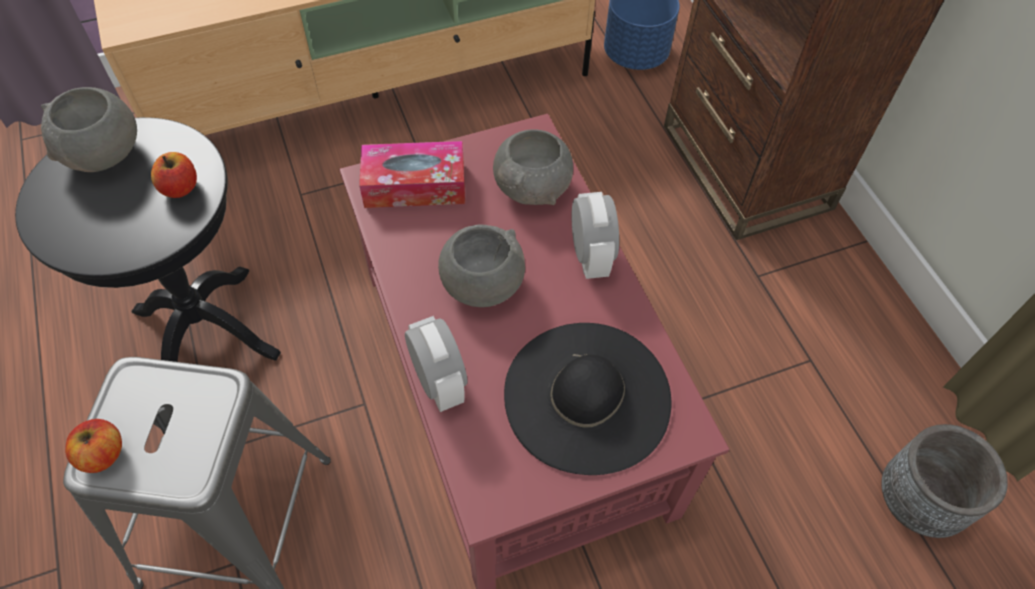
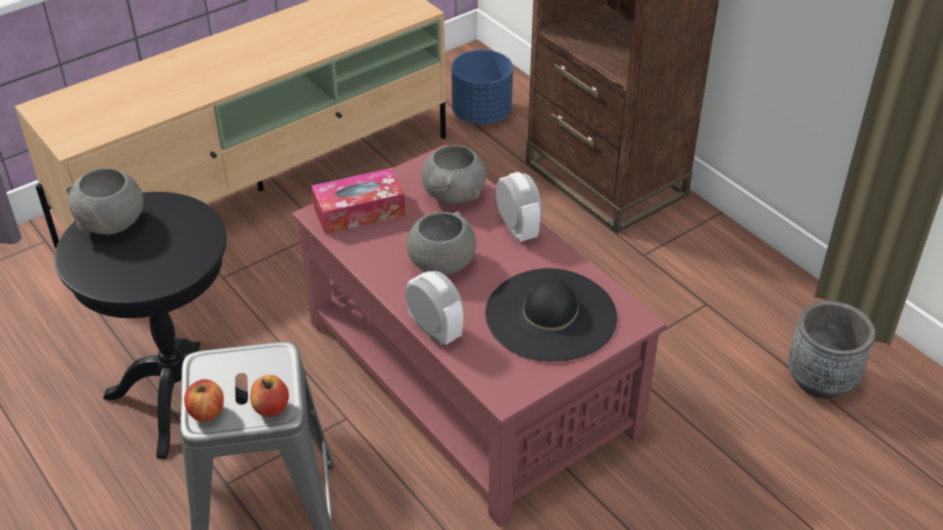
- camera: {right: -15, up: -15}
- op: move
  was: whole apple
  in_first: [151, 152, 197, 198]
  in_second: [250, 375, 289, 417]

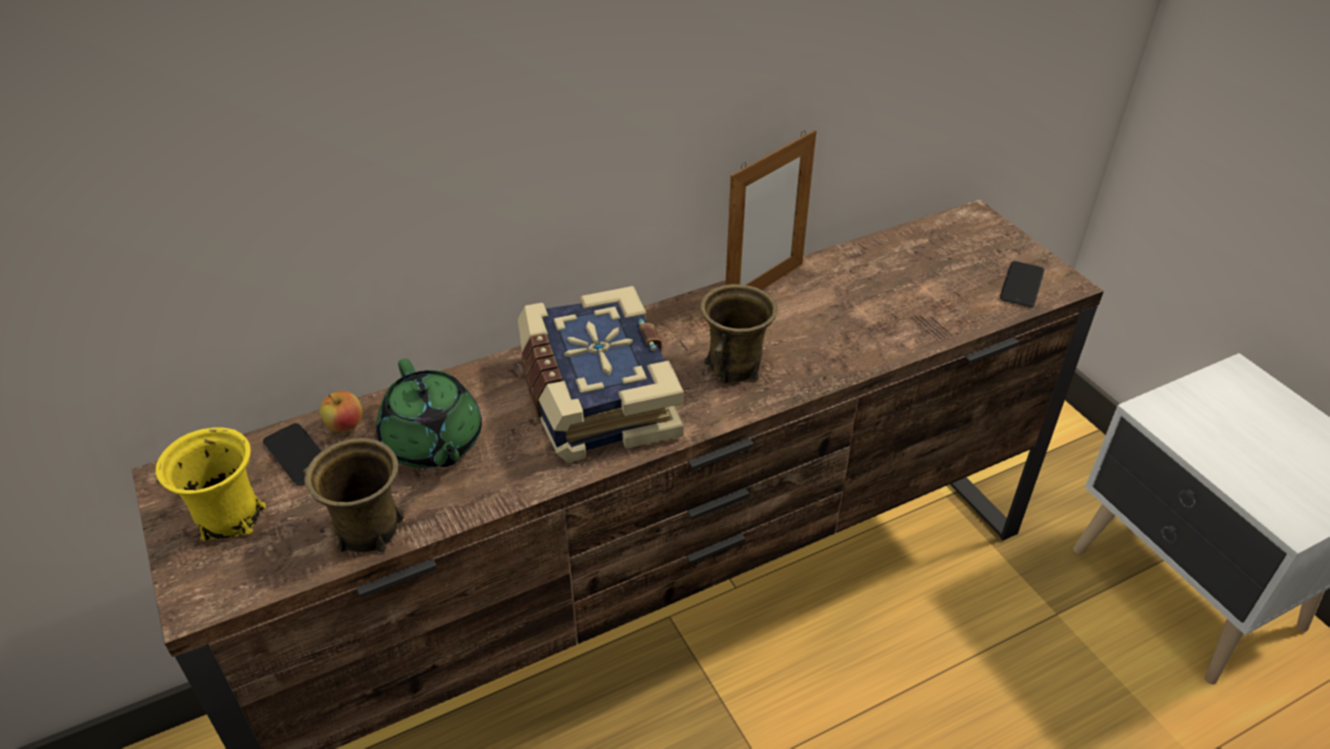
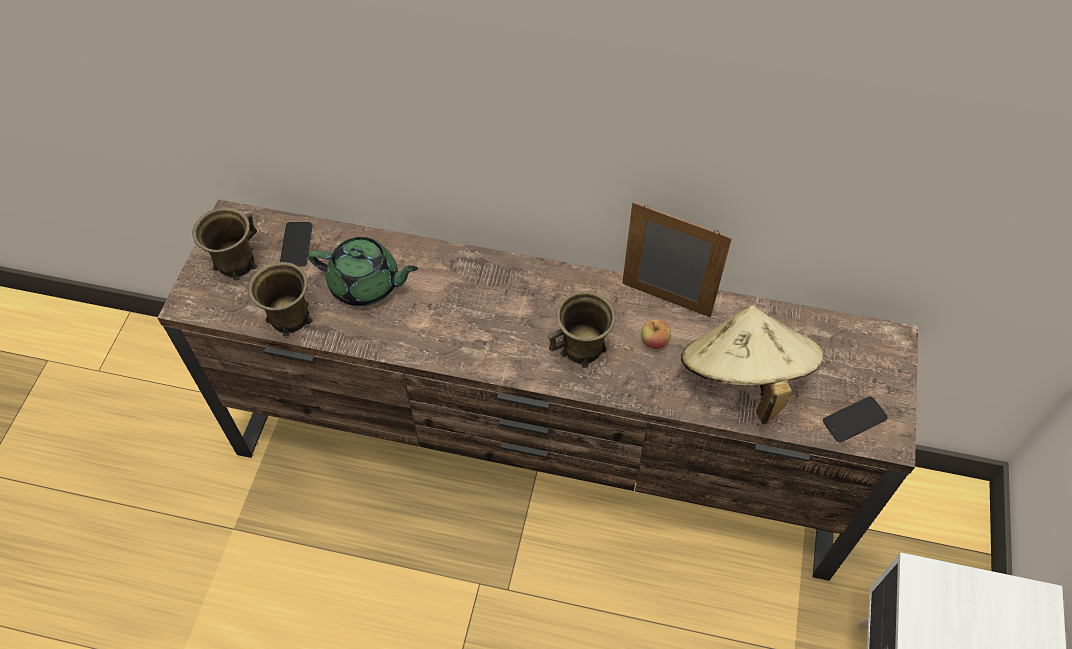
- camera: {right: 40, up: 15}
- op: rotate
  was: standing frame
  in_first: [725, 130, 817, 290]
  in_second: [622, 202, 732, 318]
  clockwise: -150
- op: delete
  was: volume
  in_first: [518, 286, 684, 463]
- op: rotate
  was: green pot for tea
  in_first: [376, 359, 482, 468]
  in_second: [308, 237, 418, 306]
  clockwise: -90
- op: move
  was: whole apple
  in_first: [320, 391, 362, 432]
  in_second: [642, 319, 671, 349]
- op: recolor
  was: yellow coffee mug
  now: brown coffee mug
  in_first: [156, 427, 266, 541]
  in_second: [193, 207, 257, 281]
- op: insert
  now: beige hat
  in_second: [681, 305, 823, 424]

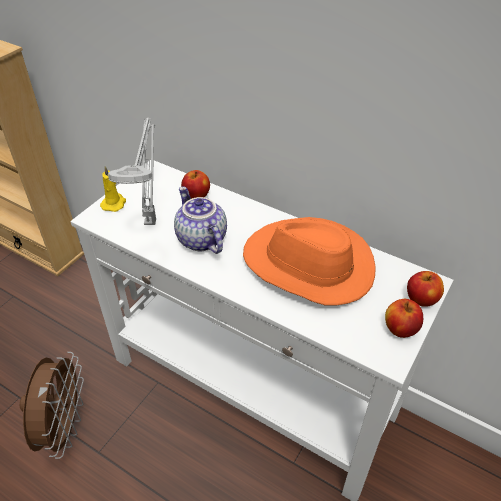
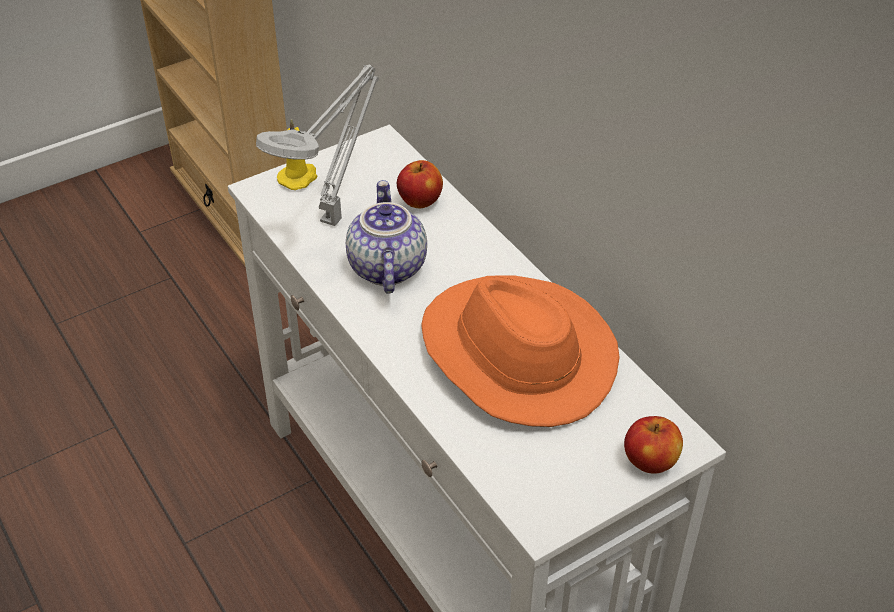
- camera: {right: 25, up: 0}
- op: delete
  was: whole apple
  in_first: [385, 299, 423, 338]
- op: delete
  was: brown fan
  in_first: [20, 352, 84, 459]

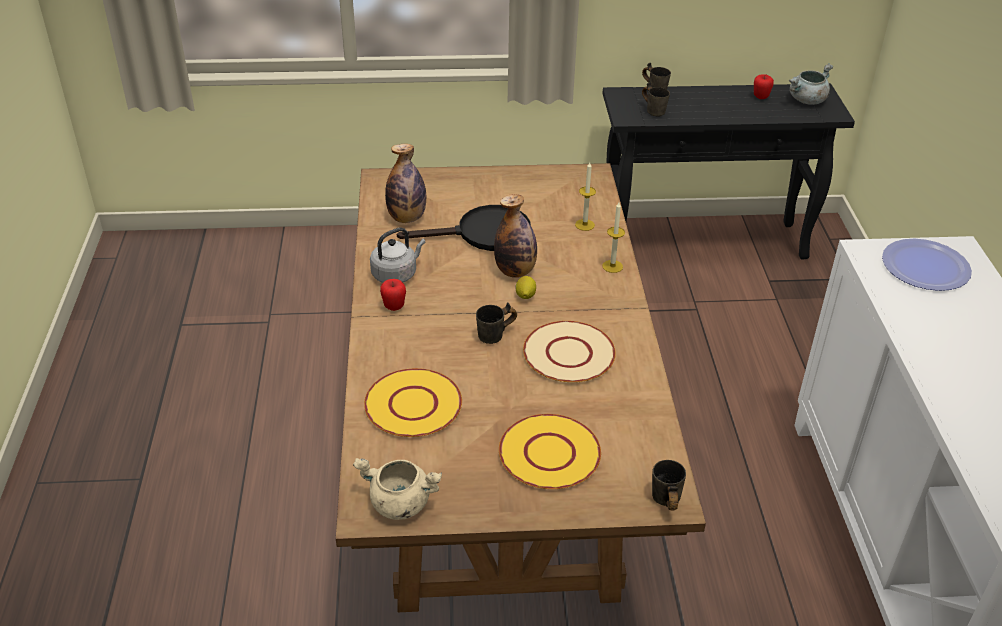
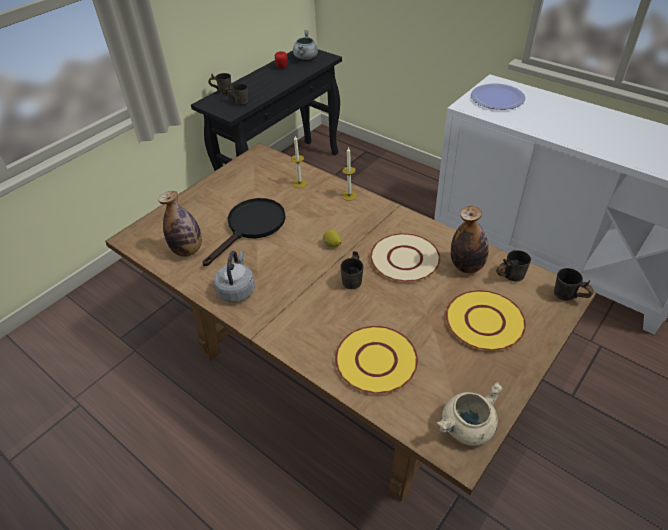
- camera: {right: -45, up: 5}
- op: move
  was: beverage bottle
  in_first: [494, 194, 537, 278]
  in_second: [451, 206, 489, 273]
- op: delete
  was: whole apple
  in_first: [380, 279, 406, 311]
- op: insert
  now: gray coffee mug
  in_second: [496, 250, 531, 282]

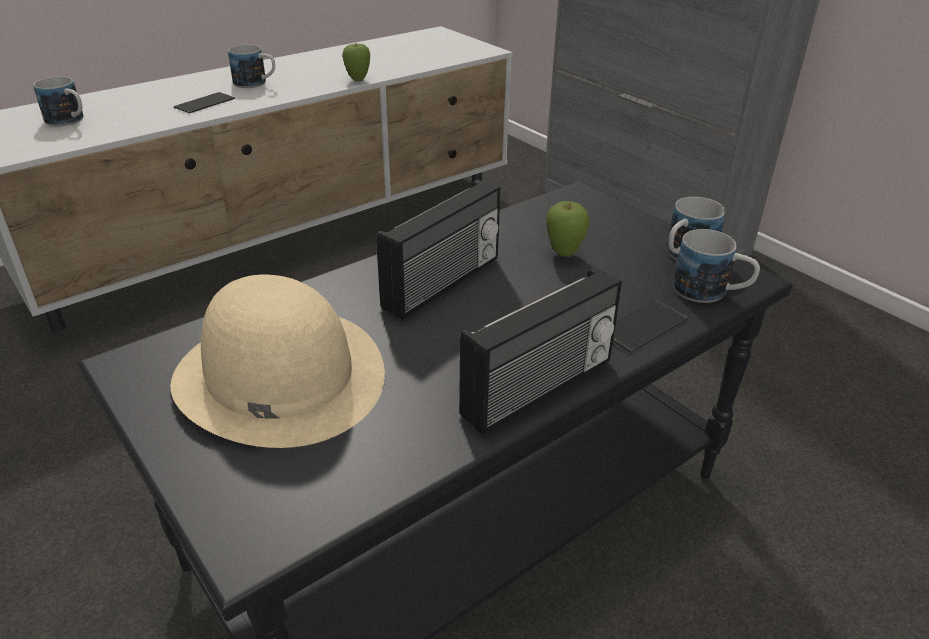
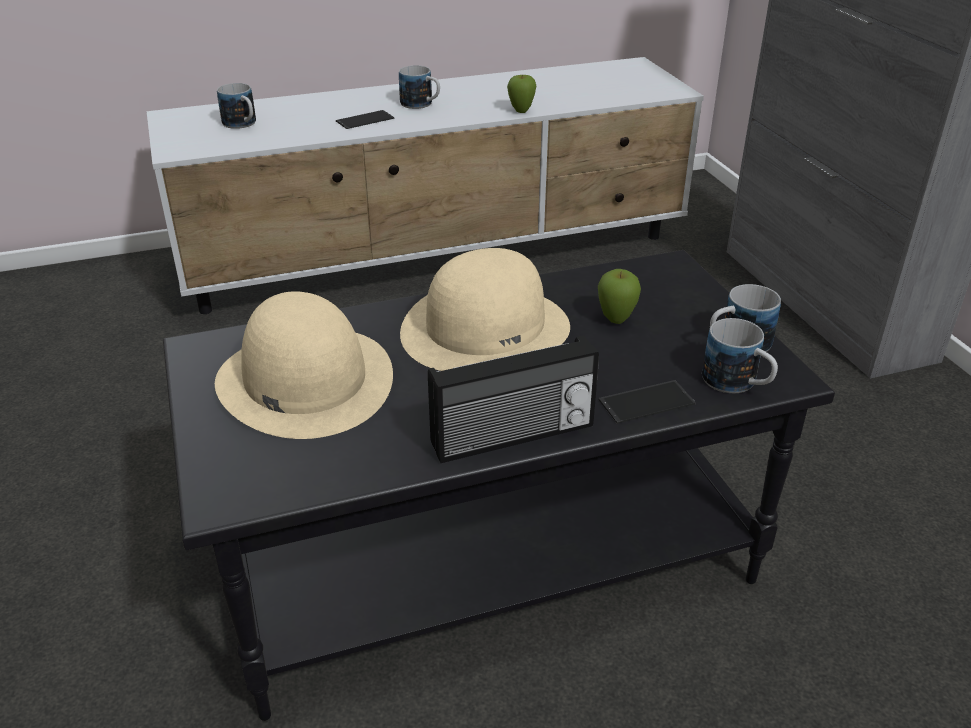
- camera: {right: 20, up: 0}
- op: replace
  was: radio receiver
  now: beige hat
  in_first: [376, 179, 501, 320]
  in_second: [400, 248, 570, 371]

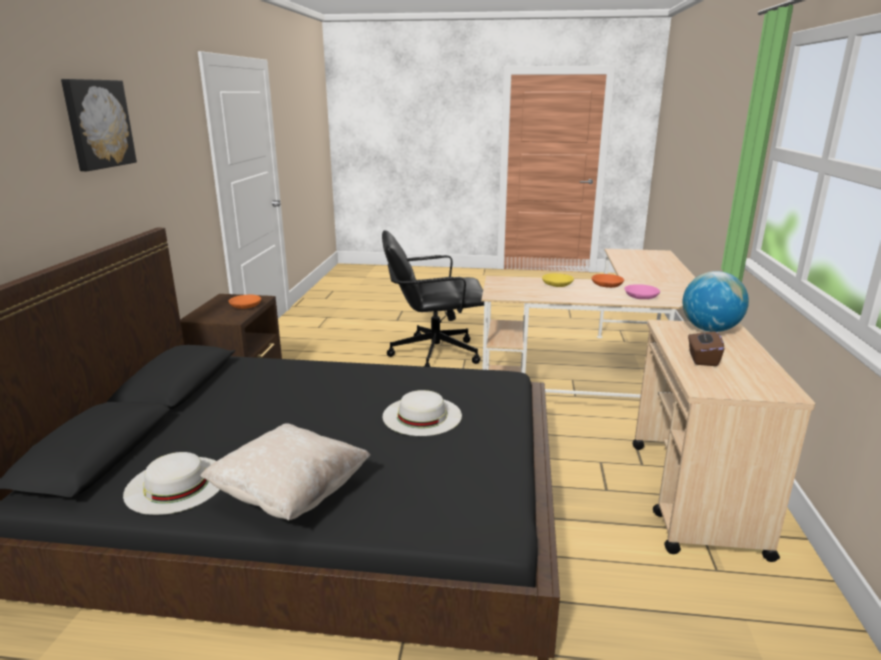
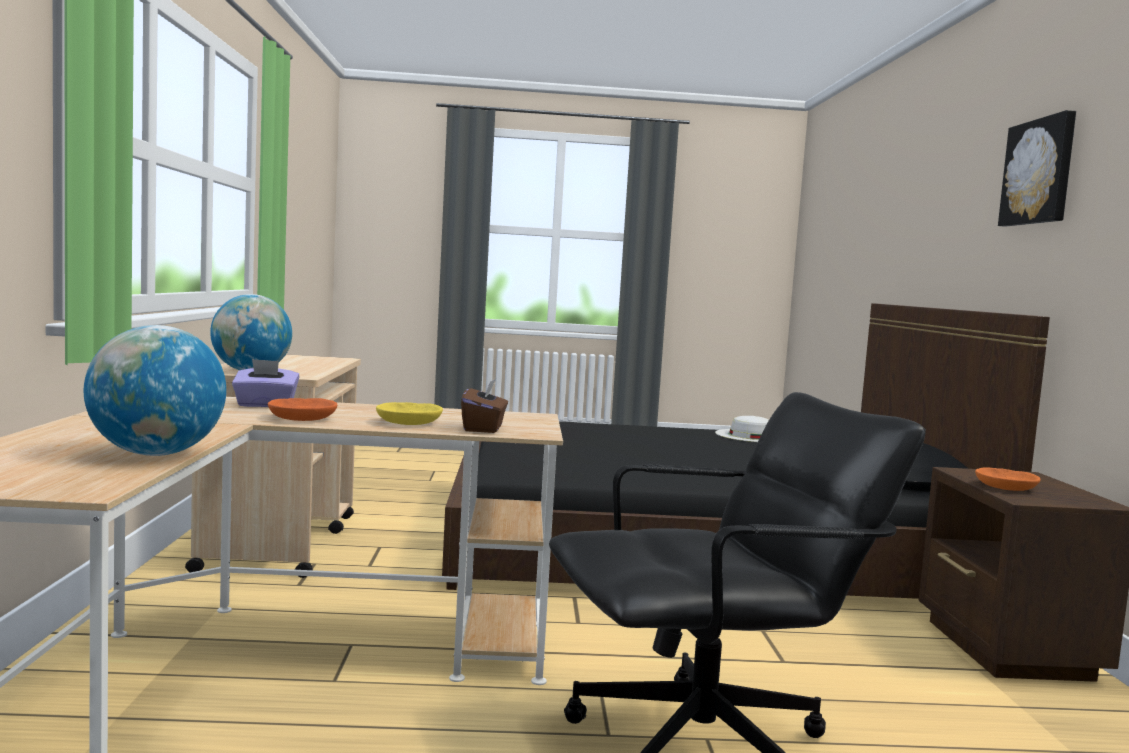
- camera: {right: 170, up: -15}
- op: replace
  was: pinkish serving bowl
  now: purplish tissue box
  in_first: [624, 284, 660, 299]
  in_second: [232, 359, 300, 407]
- op: move
  was: brown tissue box
  in_first: [688, 326, 724, 366]
  in_second: [461, 379, 508, 433]
- op: delete
  was: whitish hat
  in_first: [383, 390, 462, 436]
- op: delete
  was: beige throw pillow
  in_first: [200, 423, 370, 521]
- op: insert
  now: world globe
  in_second: [84, 325, 226, 456]

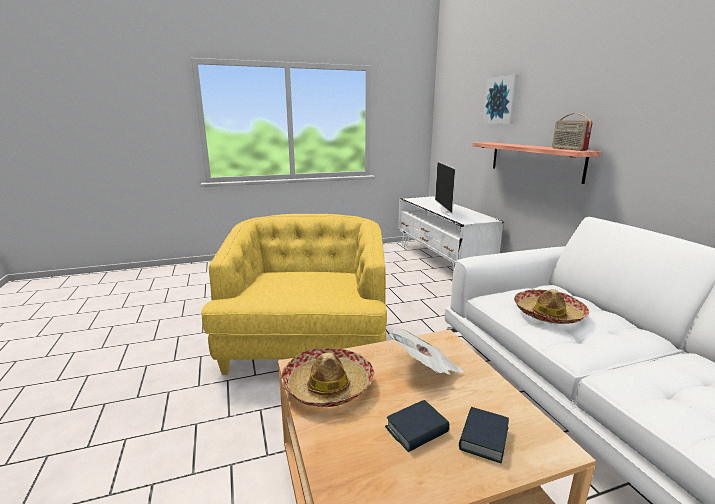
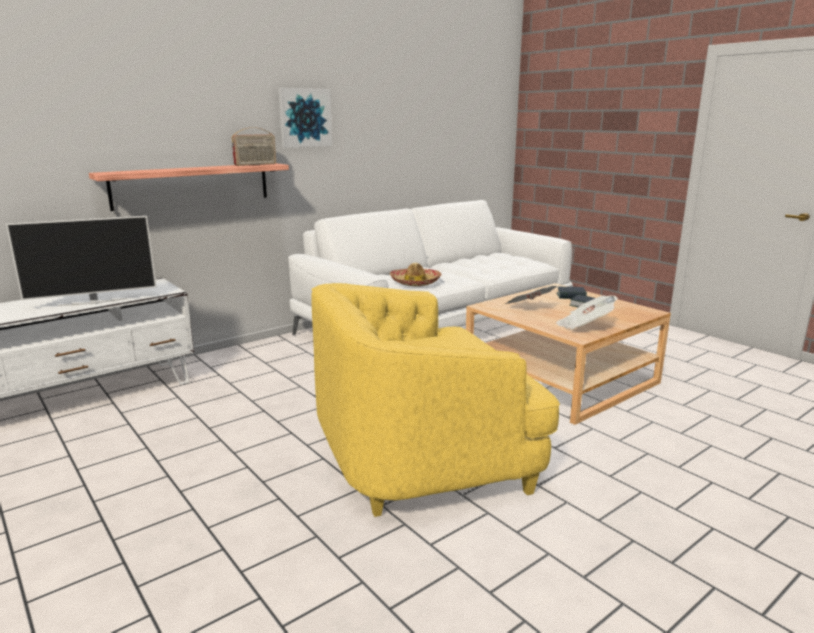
- camera: {right: -110, up: 0}
- op: move
  was: picture
  in_first: [483, 74, 519, 124]
  in_second: [278, 88, 332, 148]
- op: replace
  was: hat
  now: newspaper
  in_first: [282, 348, 374, 407]
  in_second: [556, 295, 618, 330]

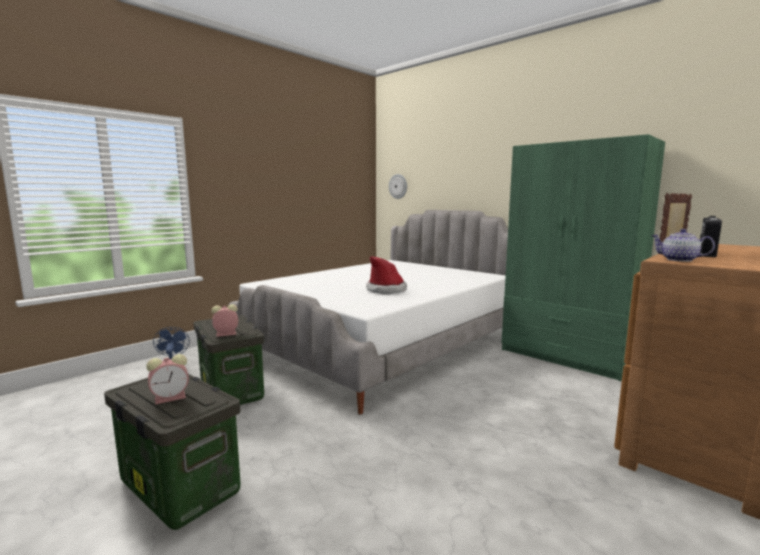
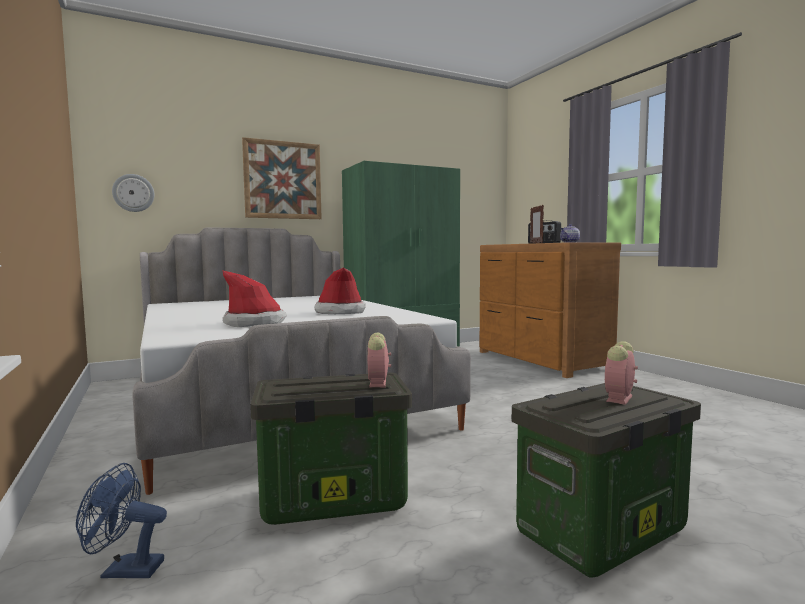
- camera: {right: -70, up: -5}
- op: rotate
  was: bedside clock
  in_first: [146, 354, 189, 405]
  in_second: [605, 341, 638, 405]
  clockwise: -135
- op: insert
  now: picture
  in_second: [242, 137, 322, 219]
- op: insert
  now: hat
  in_second: [222, 270, 287, 327]

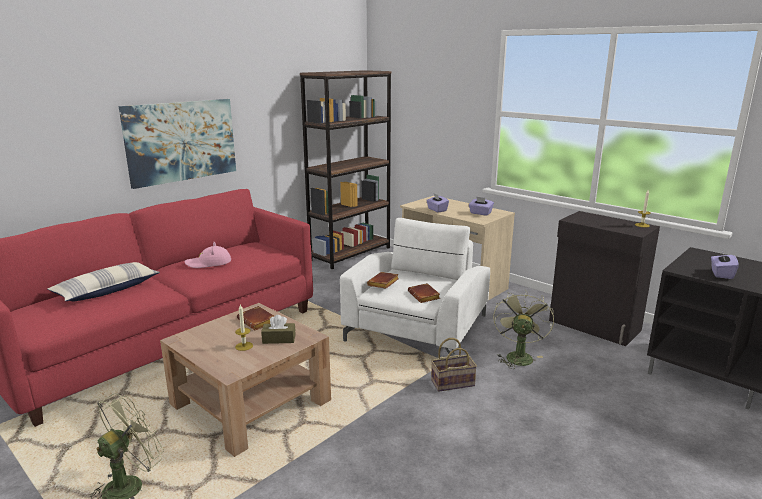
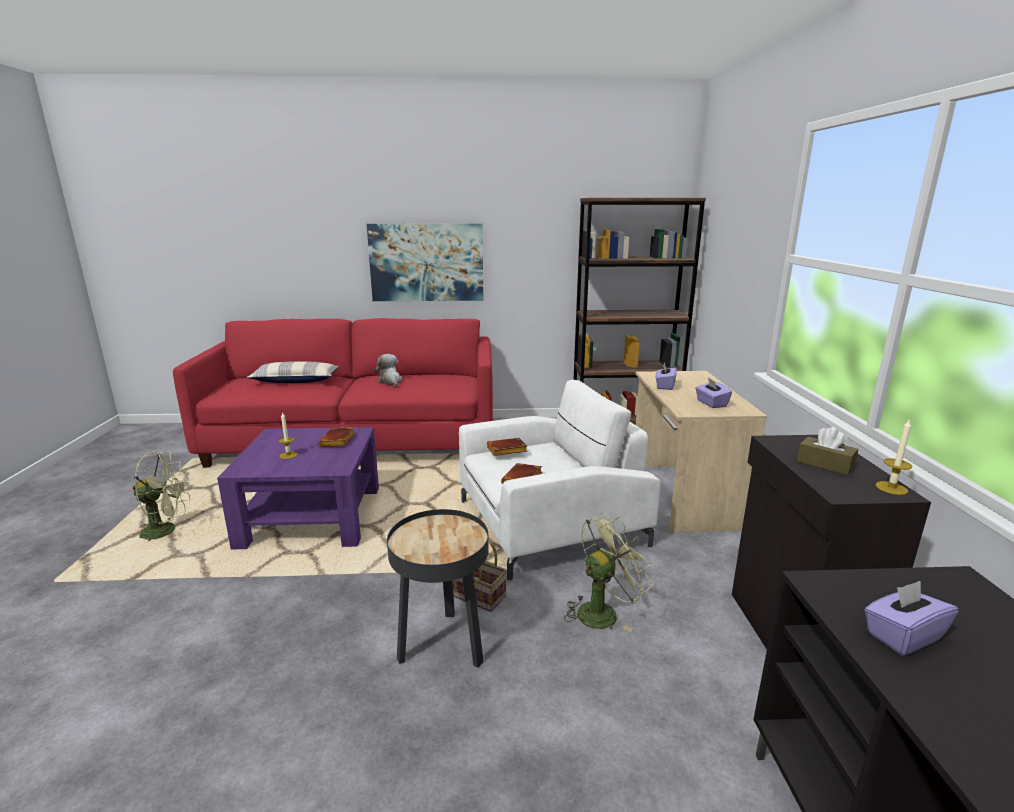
- camera: {right: 45, up: 0}
- op: replace
  was: pinkish hat
  now: cuddly toy
  in_first: [184, 242, 231, 268]
  in_second: [375, 354, 402, 387]
- op: recolor
  was: brown coffee table
  now: purplish coffee table
  in_first: [160, 303, 331, 457]
  in_second: [217, 427, 379, 550]
- op: move
  was: brown tissue box
  in_first: [261, 315, 296, 344]
  in_second: [797, 427, 858, 476]
- op: insert
  now: blackish accent table
  in_second: [387, 509, 489, 667]

